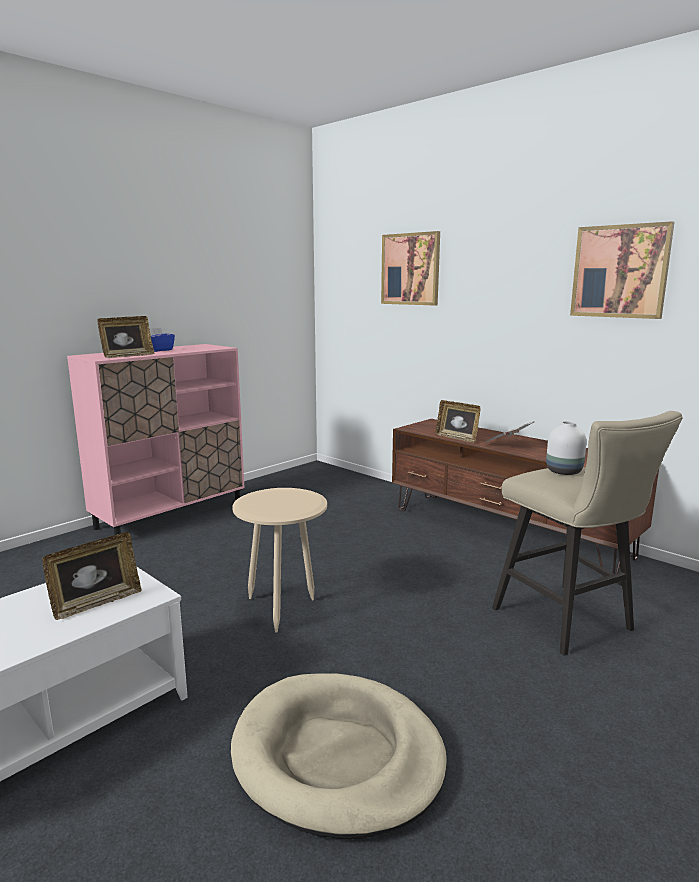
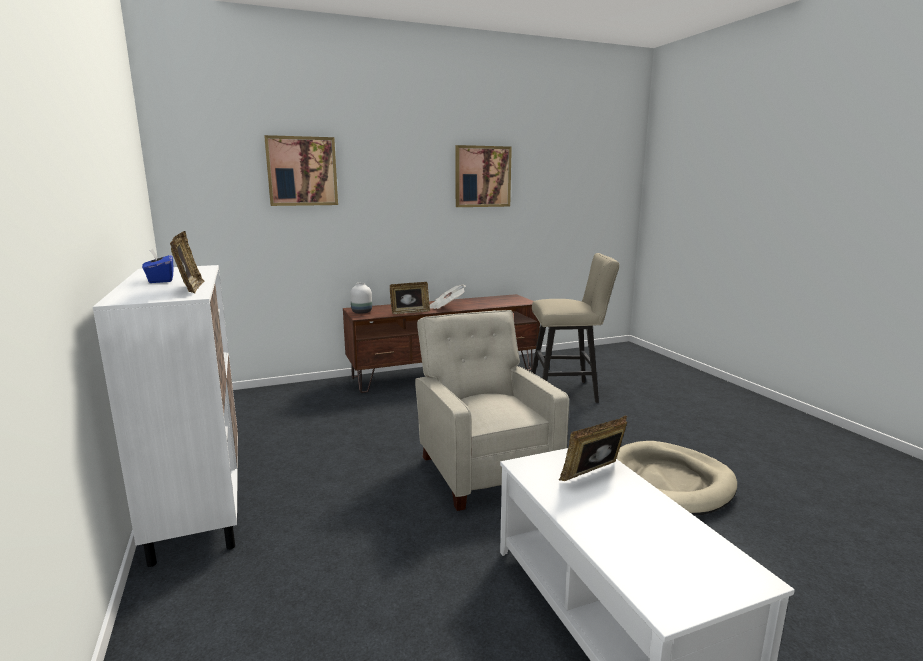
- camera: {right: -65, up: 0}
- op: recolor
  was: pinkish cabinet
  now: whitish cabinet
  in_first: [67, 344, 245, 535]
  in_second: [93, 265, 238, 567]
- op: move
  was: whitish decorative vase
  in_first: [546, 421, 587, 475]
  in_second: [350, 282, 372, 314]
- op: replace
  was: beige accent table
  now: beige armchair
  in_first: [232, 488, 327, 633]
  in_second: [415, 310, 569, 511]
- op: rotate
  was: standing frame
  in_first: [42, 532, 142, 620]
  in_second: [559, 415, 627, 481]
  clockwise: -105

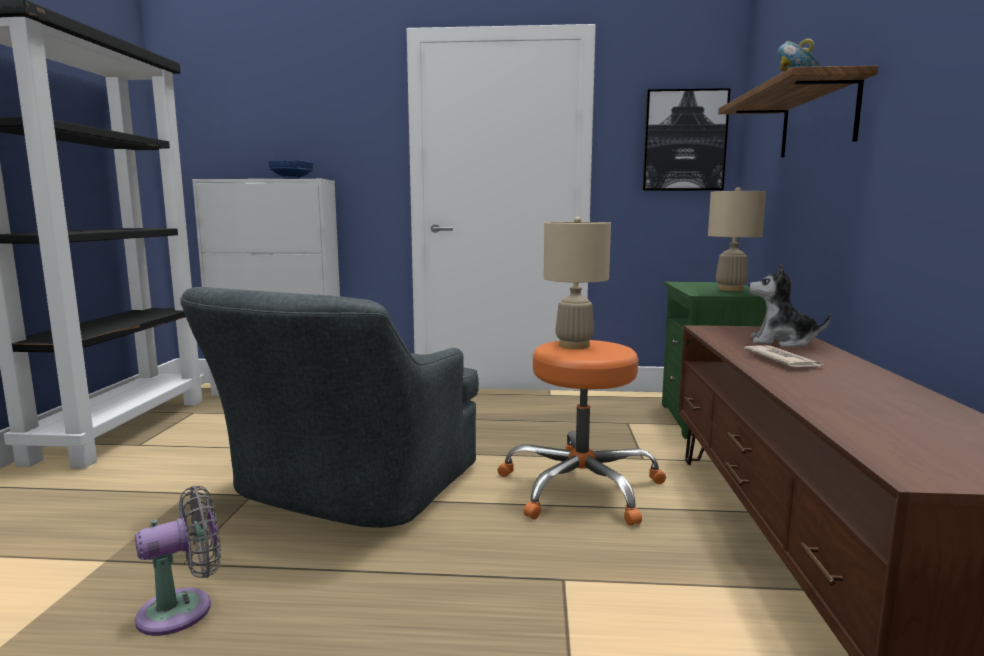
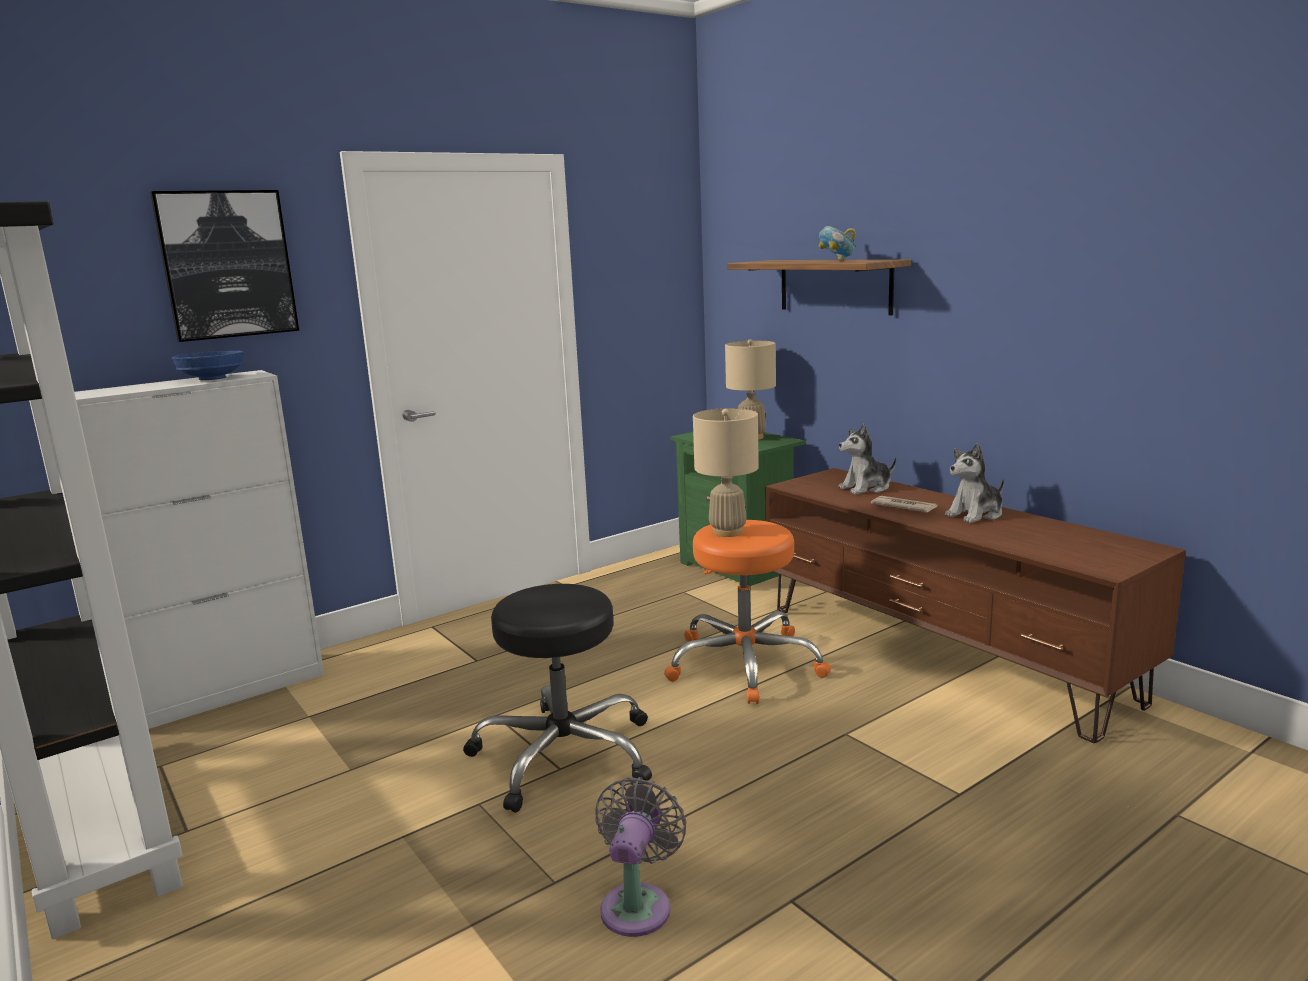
- camera: {right: -40, up: 5}
- op: move
  was: picture
  in_first: [642, 88, 730, 191]
  in_second: [150, 190, 299, 342]
- op: replace
  was: gray armchair
  now: blackish stool seat
  in_first: [180, 287, 479, 528]
  in_second: [463, 584, 652, 813]
- op: insert
  now: cuddly toy
  in_second: [945, 443, 1004, 523]

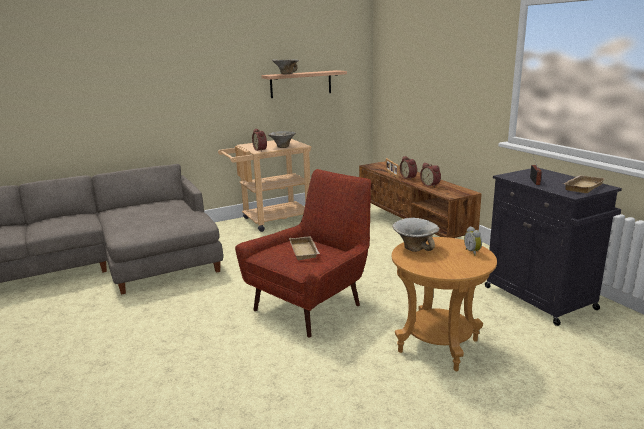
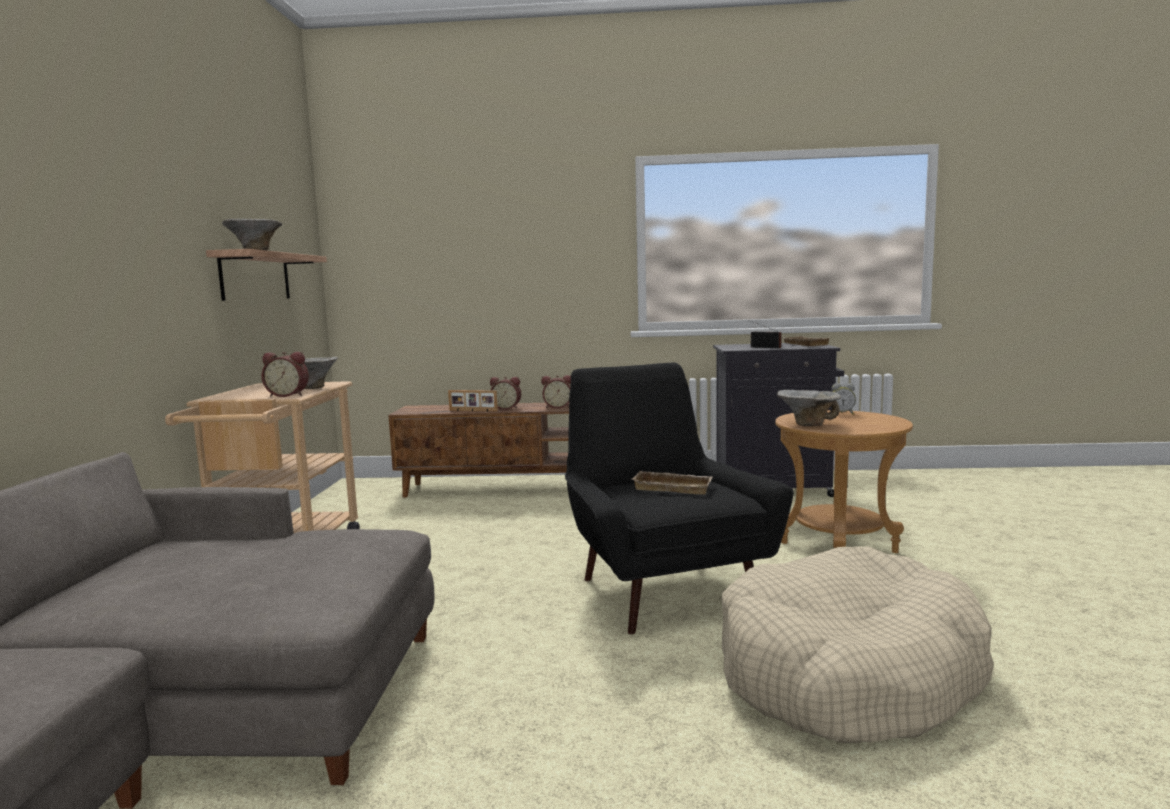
- camera: {right: -60, up: -10}
- op: recolor
  was: red-coloured armchair
  now: blackish armchair
  in_first: [235, 169, 371, 337]
  in_second: [565, 362, 794, 634]
- op: insert
  now: beige dog cushion
  in_second: [721, 546, 994, 743]

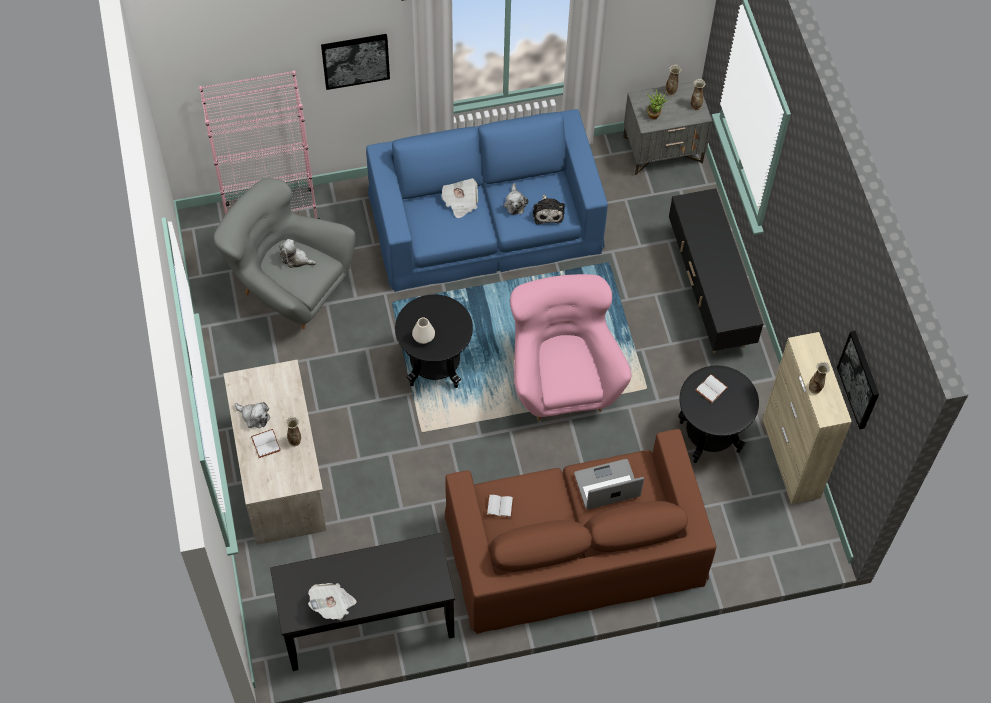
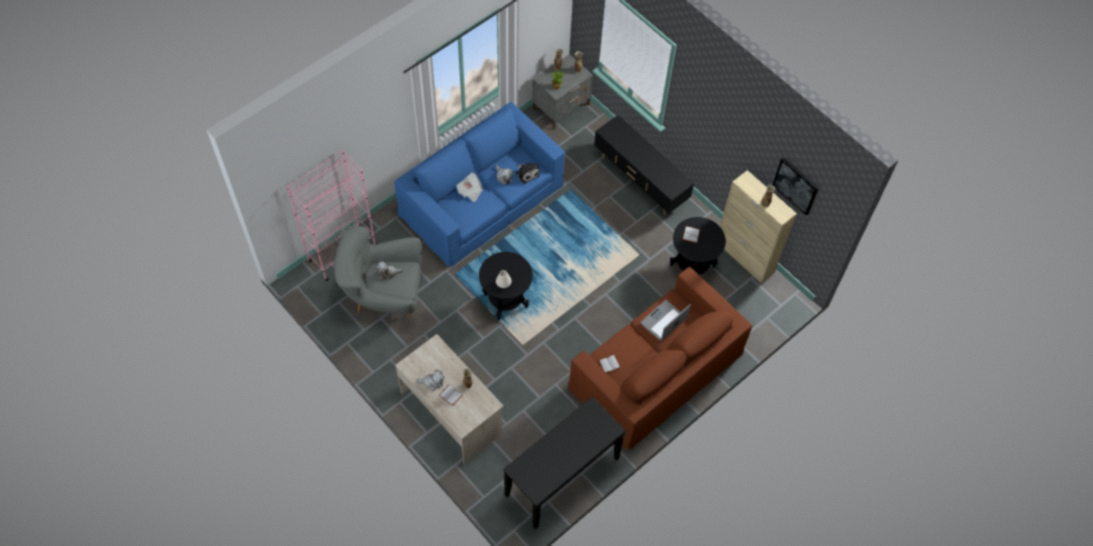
- camera: {right: -30, up: 0}
- op: delete
  was: picture
  in_first: [321, 34, 390, 90]
- op: delete
  was: pinkish armchair
  in_first: [510, 274, 631, 421]
- op: delete
  was: newspaper
  in_first: [308, 583, 357, 620]

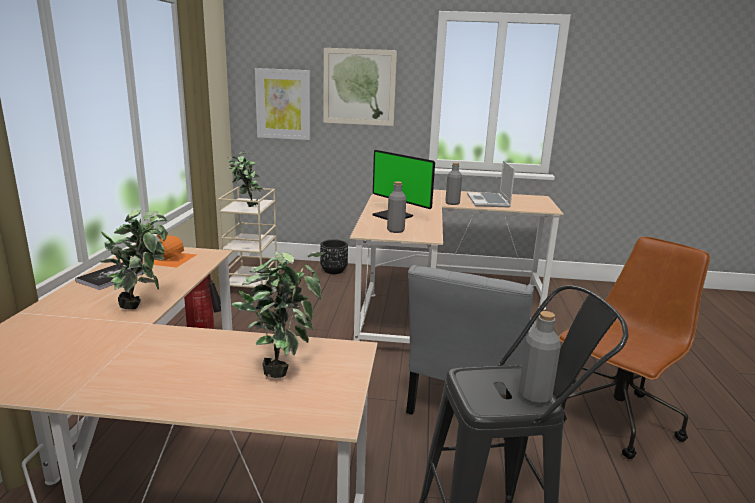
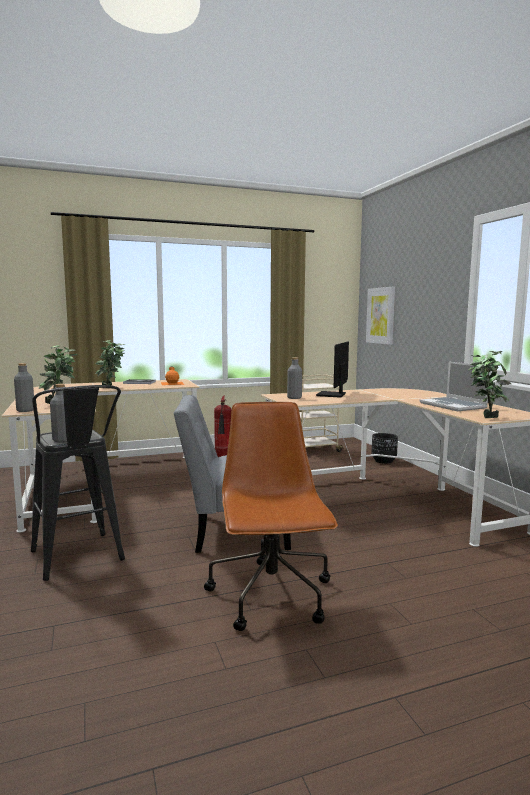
- camera: {right: 65, up: -10}
- op: delete
  was: picture
  in_first: [324, 48, 397, 126]
- op: move
  was: houseplant
  in_first: [227, 150, 264, 207]
  in_second: [468, 351, 511, 418]
- op: rotate
  was: notebook computer
  in_first: [467, 161, 515, 207]
  in_second: [419, 362, 490, 411]
  clockwise: -90
- op: move
  was: gray beverage bottle
  in_first: [445, 162, 462, 205]
  in_second: [14, 363, 34, 412]
- op: rotate
  was: brown computer chair
  in_first: [559, 236, 710, 459]
  in_second: [204, 402, 338, 631]
  clockwise: -120

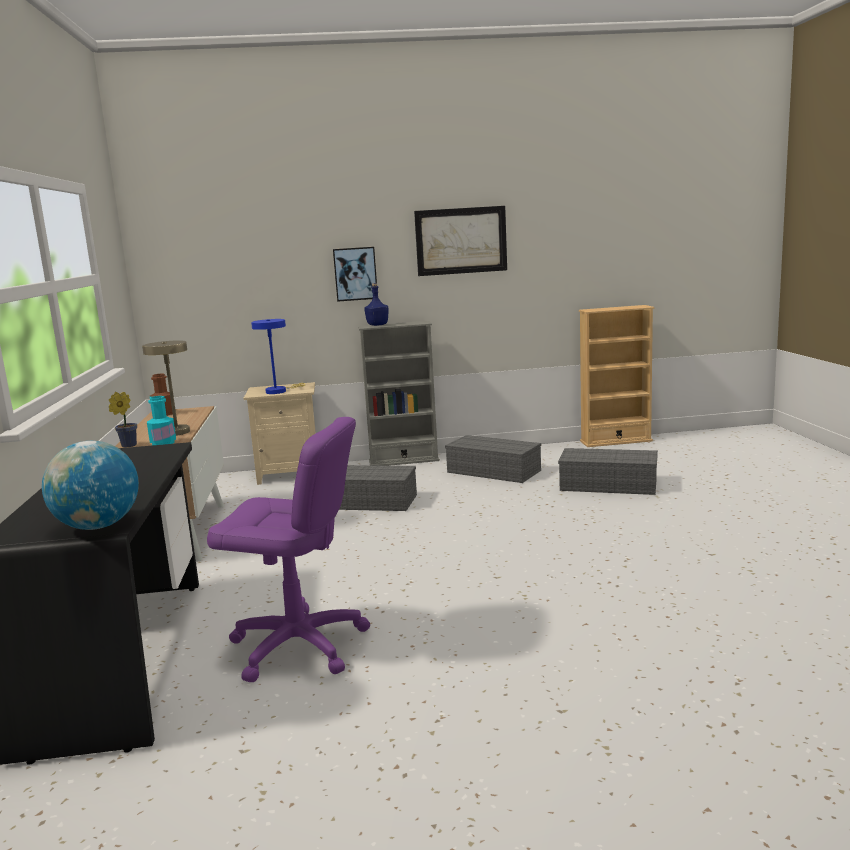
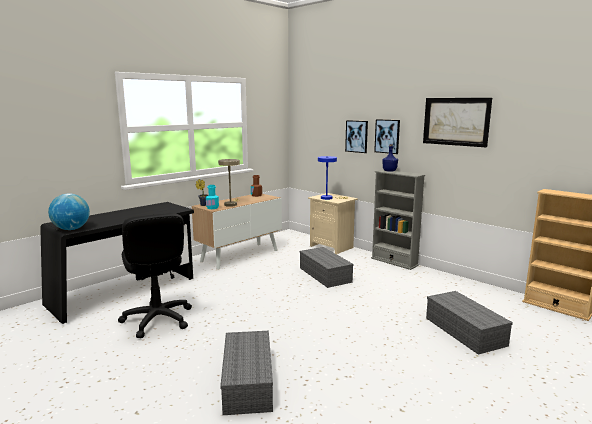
- camera: {right: 50, up: 0}
- op: recolor
  was: purplish computer chair
  now: blackish computer chair
  in_first: [207, 417, 370, 682]
  in_second: [118, 213, 192, 338]
- op: move
  was: gray storage bin
  in_first: [445, 435, 541, 483]
  in_second: [220, 331, 273, 415]
- op: insert
  now: picture
  in_second: [345, 120, 368, 153]

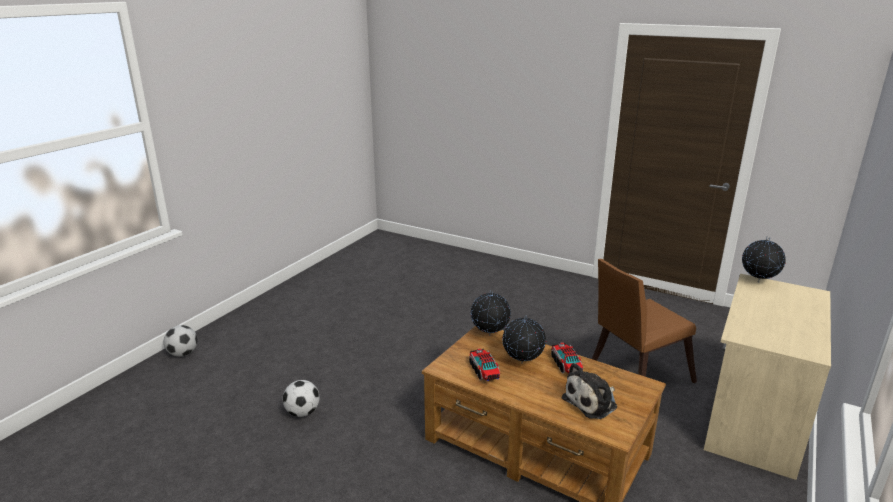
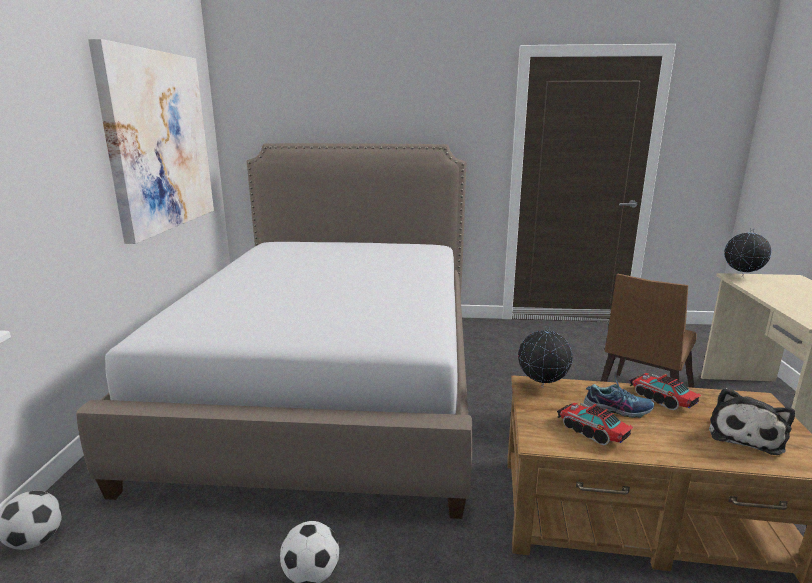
- camera: {right: -25, up: -5}
- op: replace
  was: world globe
  now: item of footwear
  in_first: [502, 315, 546, 363]
  in_second: [583, 378, 654, 418]
- op: insert
  now: picture
  in_second: [88, 39, 214, 244]
- op: insert
  now: bedroom bed
  in_second: [76, 143, 473, 519]

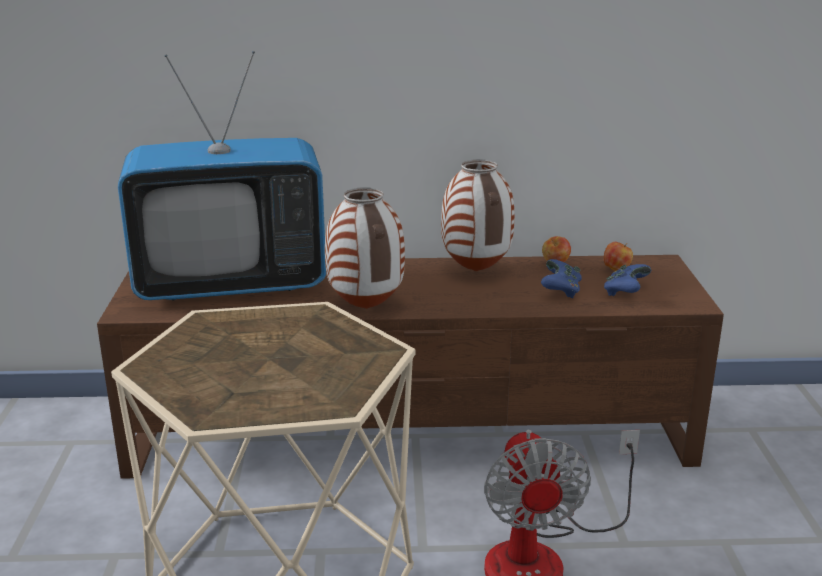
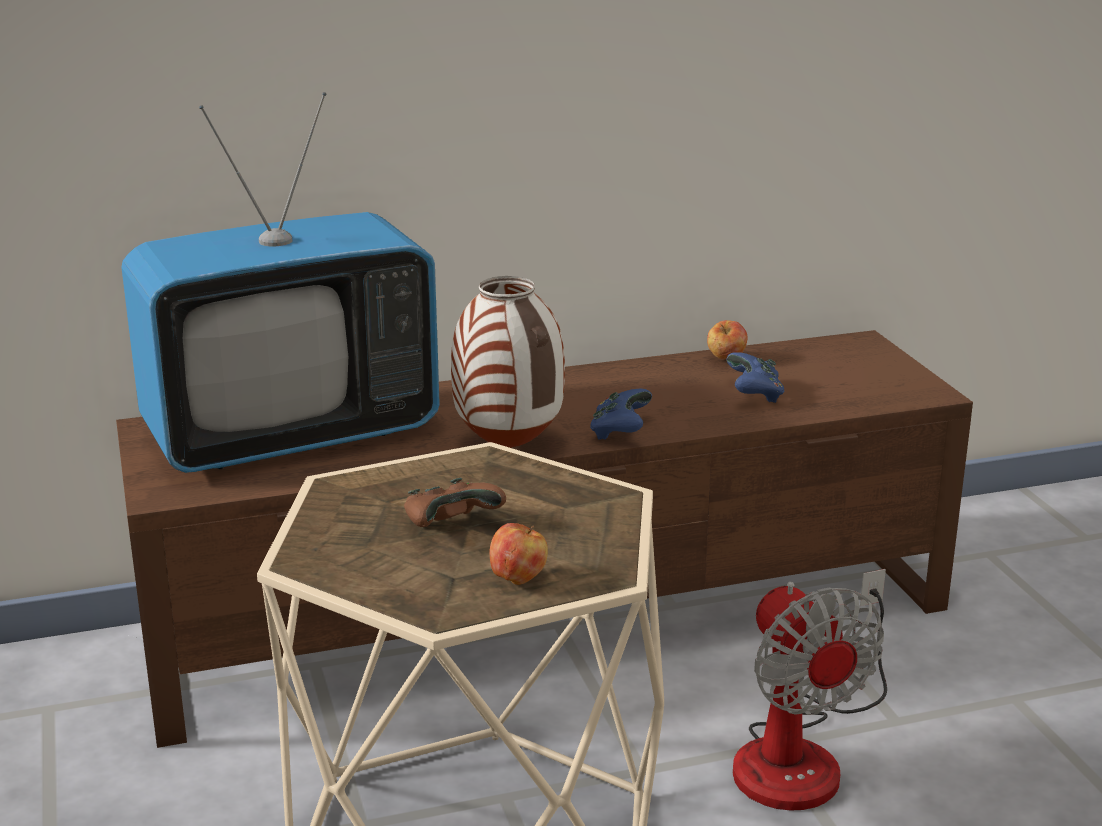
- camera: {right: -15, up: 0}
- op: delete
  was: decorative vase
  in_first: [441, 159, 515, 271]
- op: move
  was: whole apple
  in_first: [604, 242, 633, 271]
  in_second: [490, 523, 548, 585]
- op: move
  was: blue game controller
  in_first: [604, 264, 651, 296]
  in_second: [590, 389, 652, 440]
- op: insert
  now: brown game controller
  in_second: [404, 478, 506, 527]

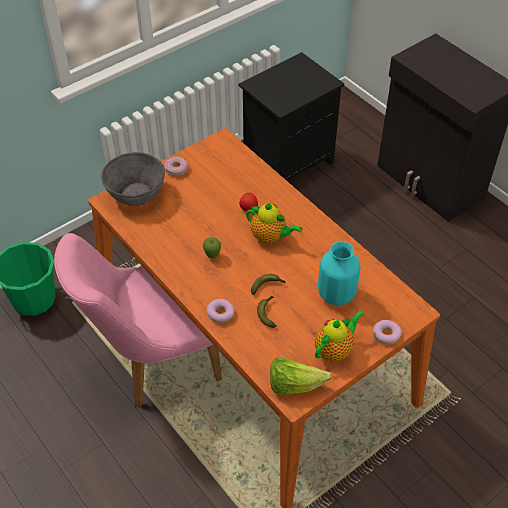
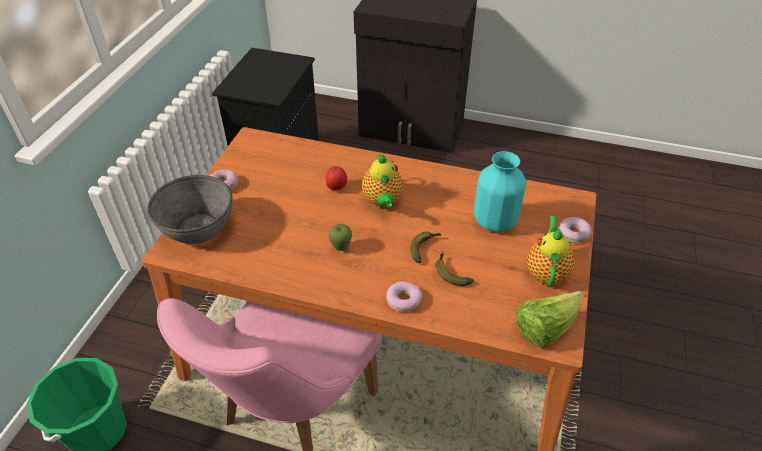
- camera: {right: -35, up: -5}
- op: rotate
  was: pot for tea
  in_first: [246, 203, 302, 244]
  in_second: [362, 154, 403, 209]
  clockwise: 90

